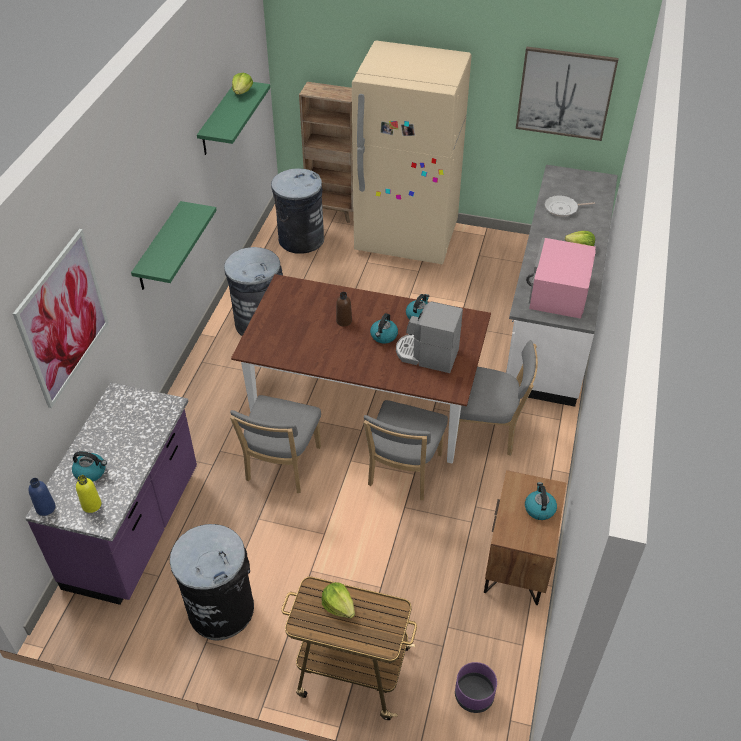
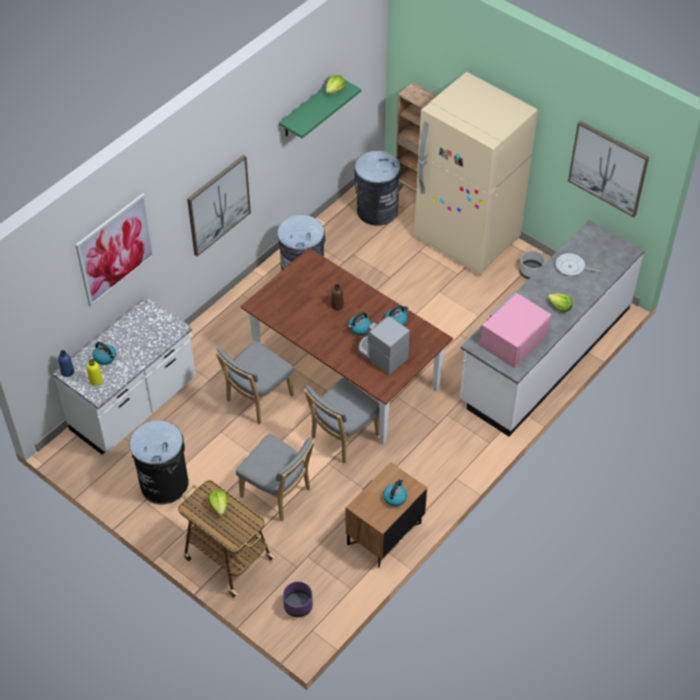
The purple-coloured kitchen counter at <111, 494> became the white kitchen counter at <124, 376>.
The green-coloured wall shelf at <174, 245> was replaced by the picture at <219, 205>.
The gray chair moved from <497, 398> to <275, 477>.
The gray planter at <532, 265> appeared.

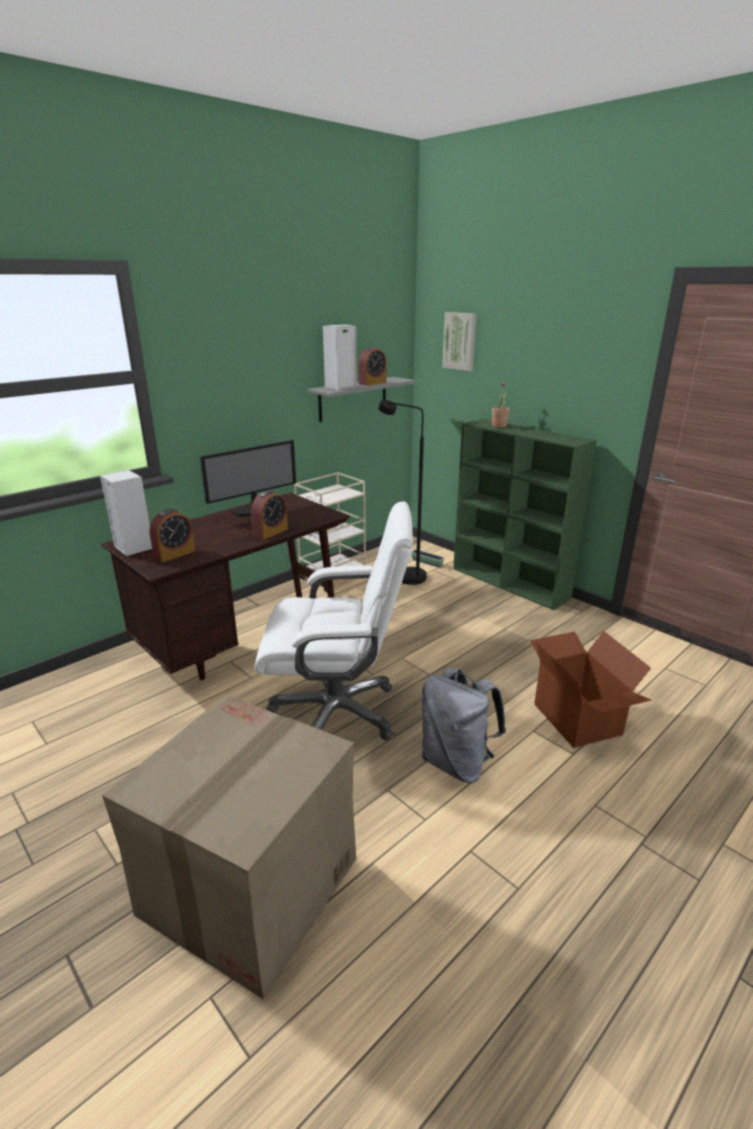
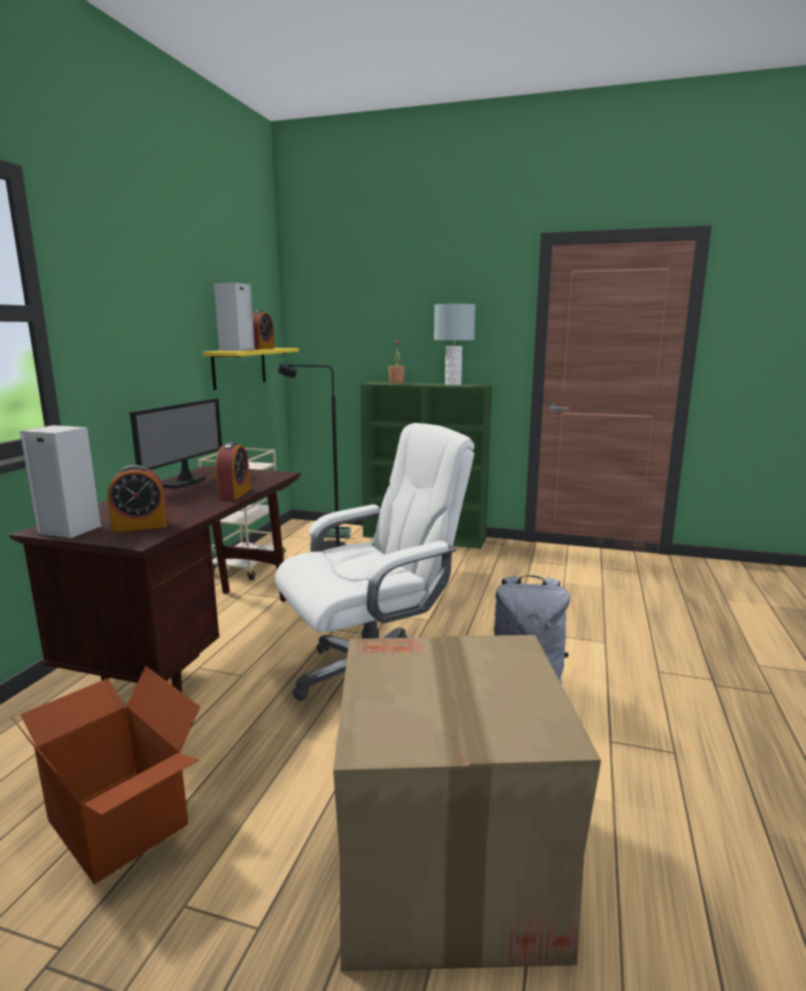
The cardboard box moved from <590, 689> to <105, 775>.
The bedside clock at <172, 536> turned 60 degrees clockwise.
The gray wall shelf at <362, 399> became the yellowish wall shelf at <250, 369>.
The gray table lamp at <454, 344> appeared.
The picture at <459, 341> disappeared.

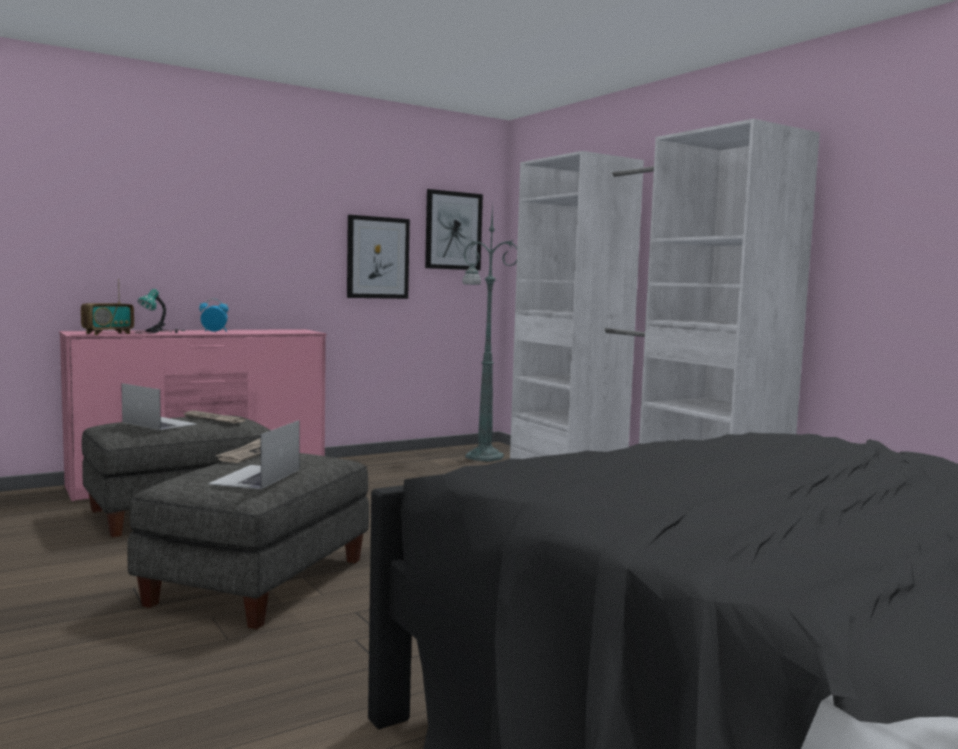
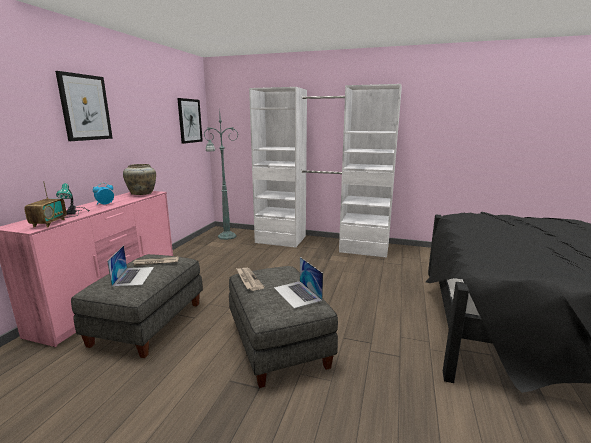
The picture moved from <378, 257> to <84, 106>.
The portable computer at <159, 406> turned 90 degrees clockwise.
The sand-coloured vase at <139, 179> appeared.

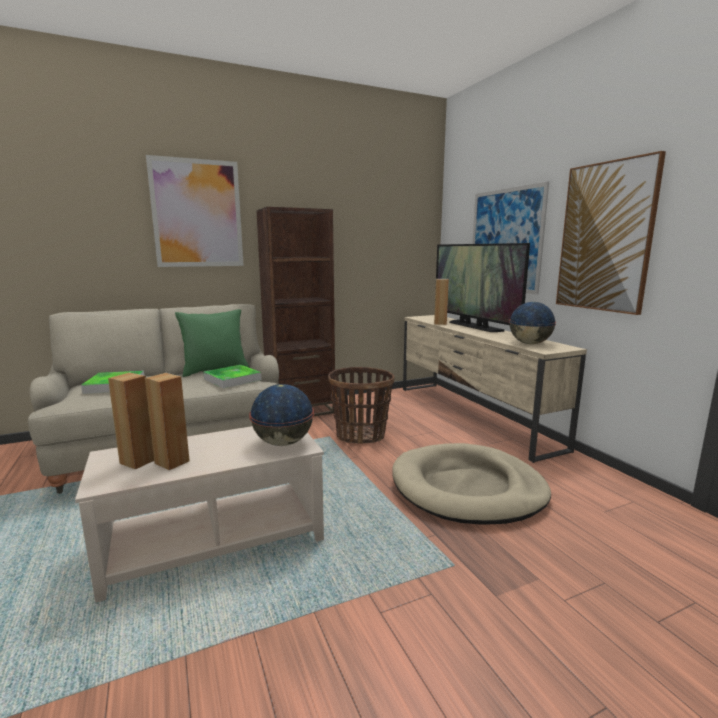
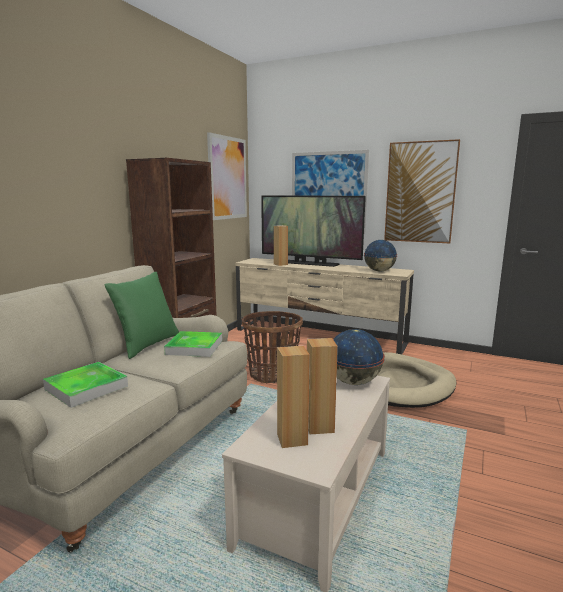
The picture moved from <195, 211> to <227, 176>.

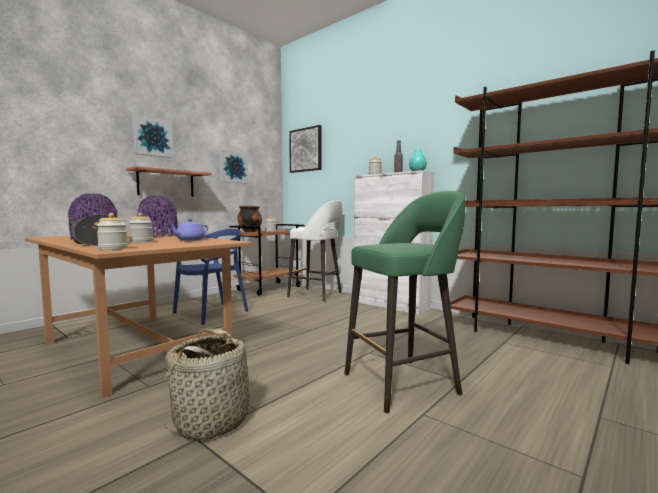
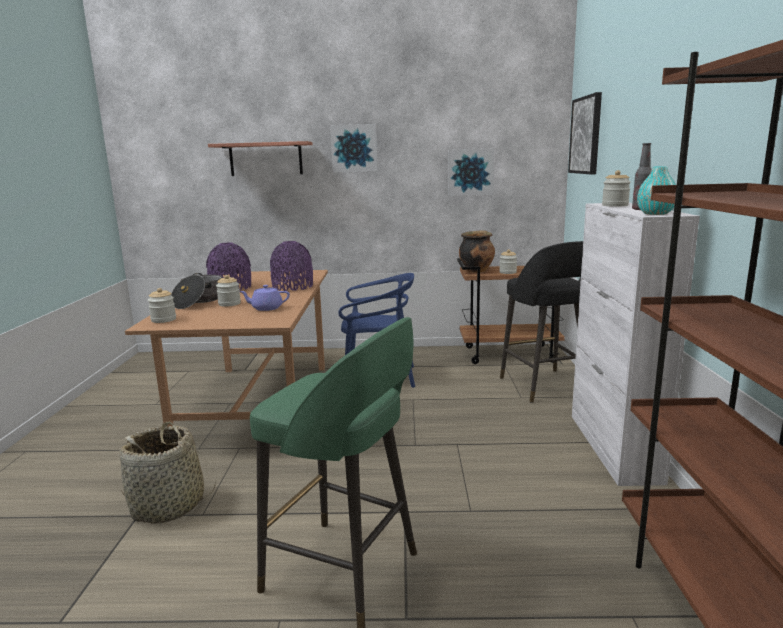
The wall shelf moved from <169, 181> to <260, 158>.
The white stool at <314, 251> became the black stool at <541, 322>.

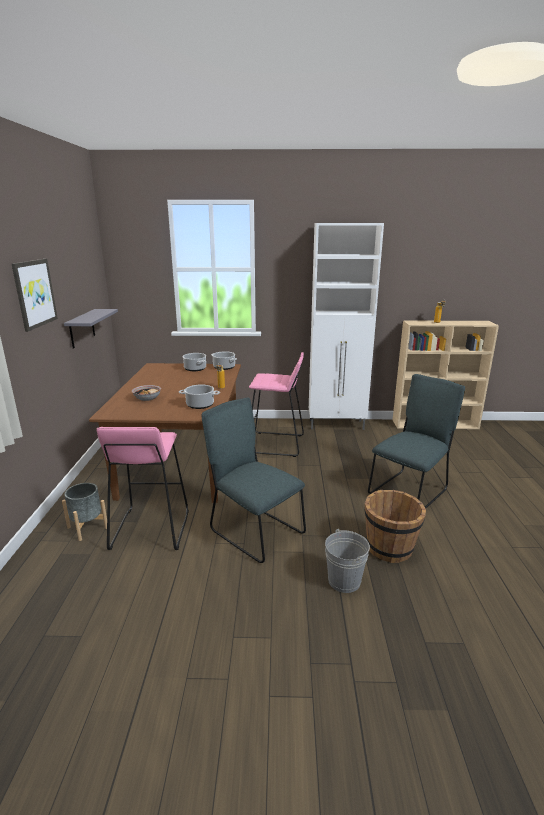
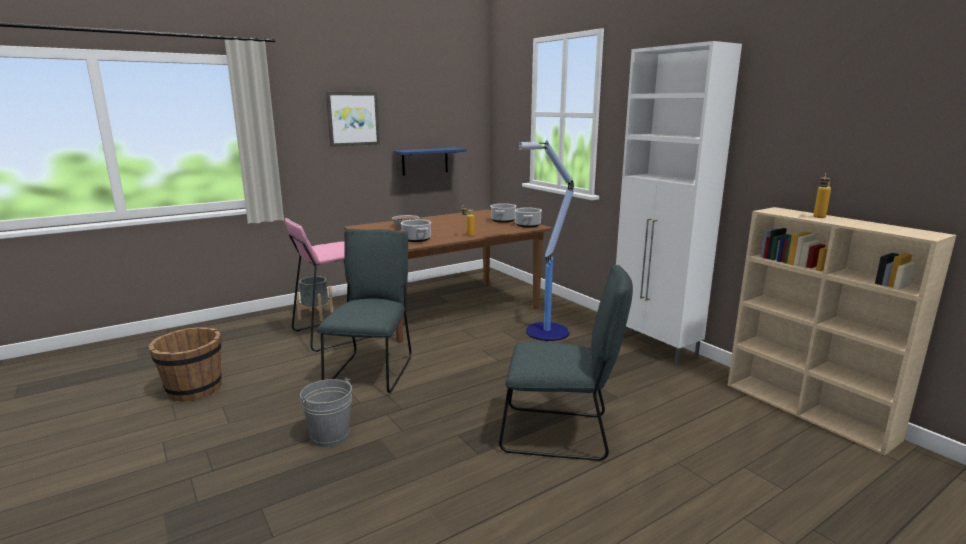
The brown bucket moved from <395, 526> to <185, 364>.
The gray wall shelf at <91, 328> became the blue-coloured wall shelf at <430, 162>.
The pinkish stool at <276, 404> was replaced by the standard lamp at <546, 240>.

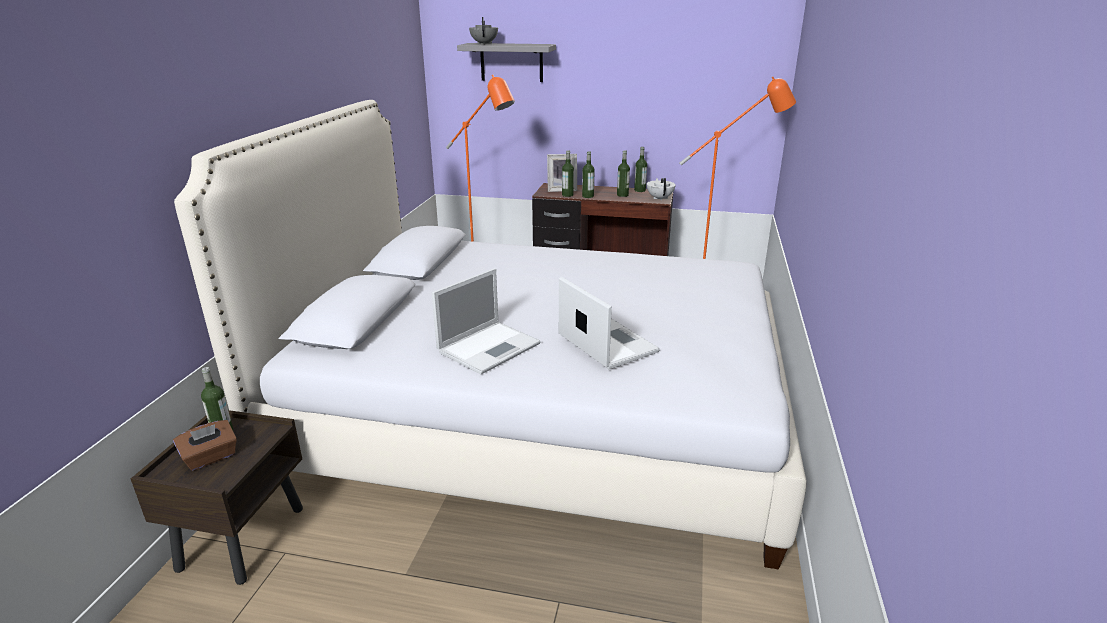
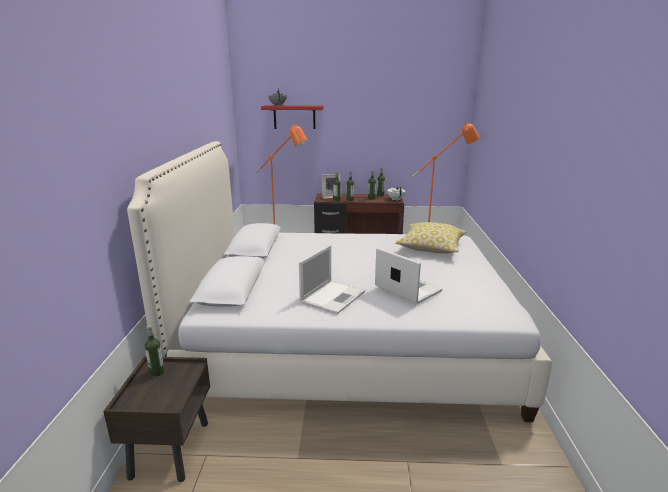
The gray wall shelf at <506, 62> became the reddish wall shelf at <292, 117>.
The pillow at <430, 238> appeared.
The brown tissue holder at <205, 445> disappeared.

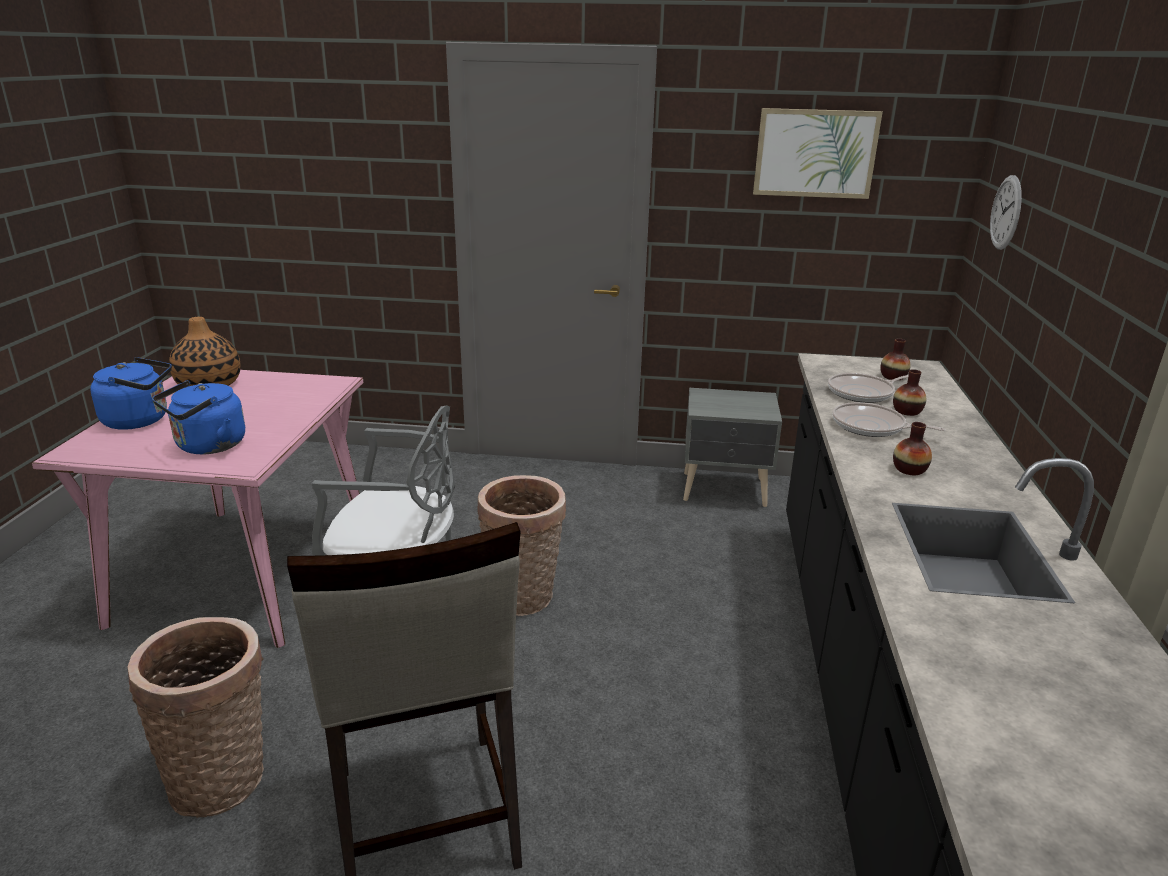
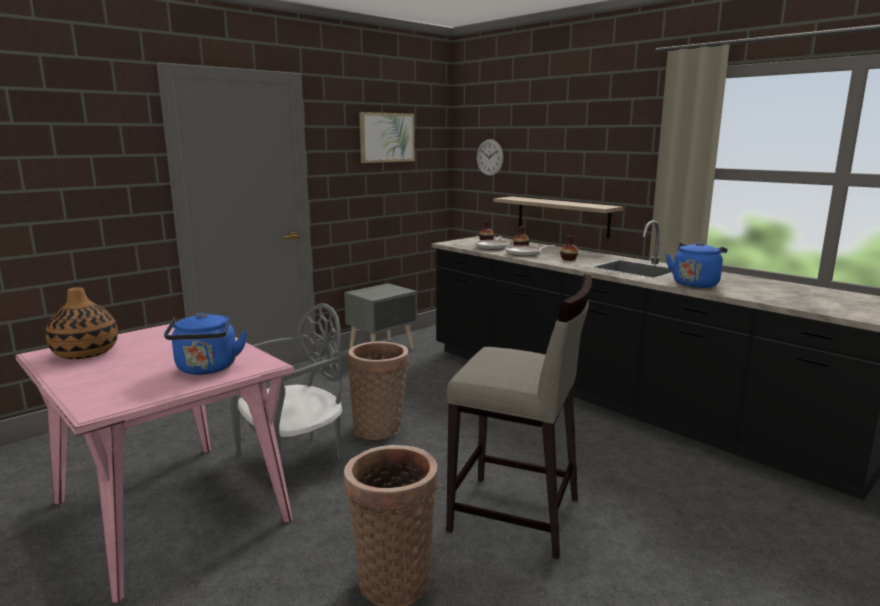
The wall shelf at <558, 218> appeared.
The blue-coloured kettle moved from <131, 393> to <696, 265>.

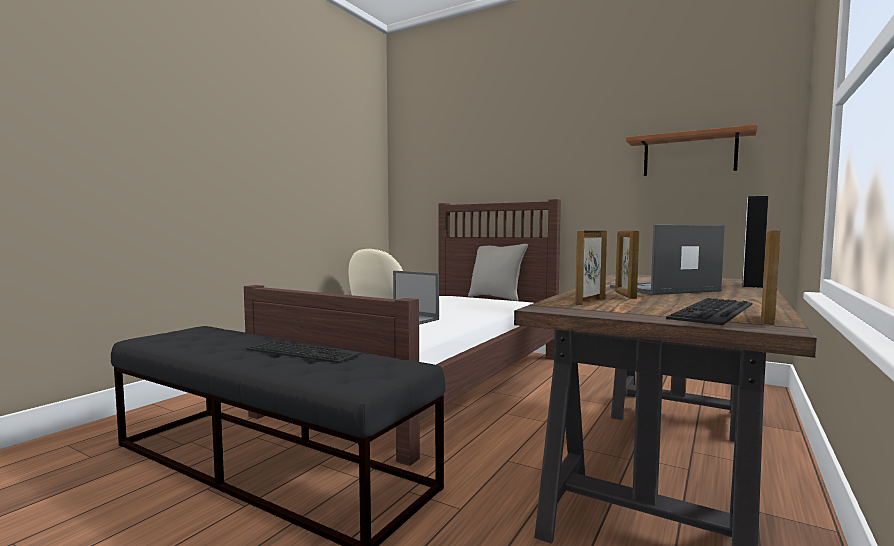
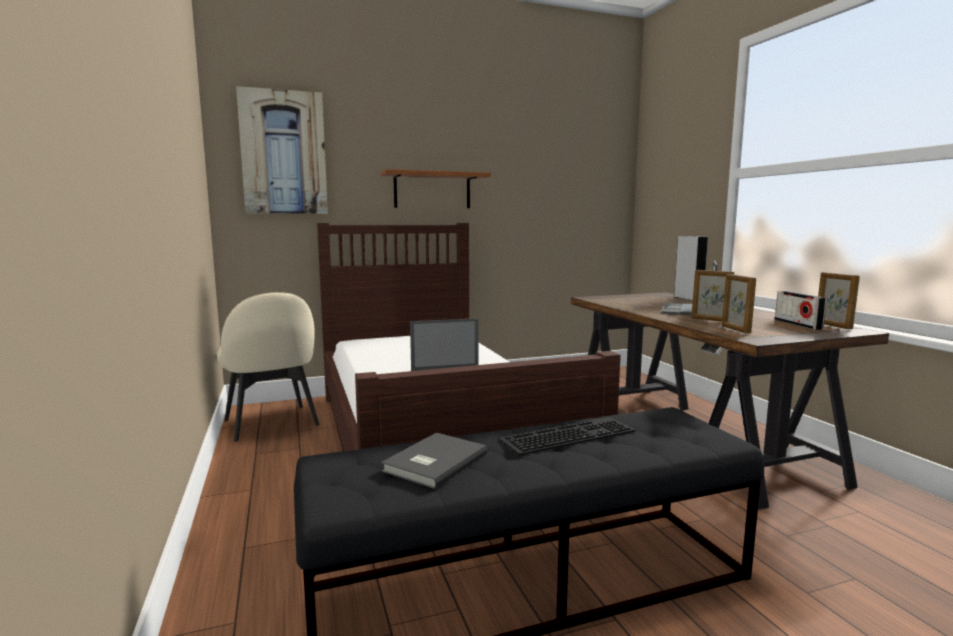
The picture at <282, 150> appeared.
The wall shelf moved from <692, 150> to <435, 188>.
The gray book at <434, 461> appeared.
The PC keyboard at <709, 311> was replaced by the radio set at <801, 310>.
The gray pillow at <498, 272> disappeared.

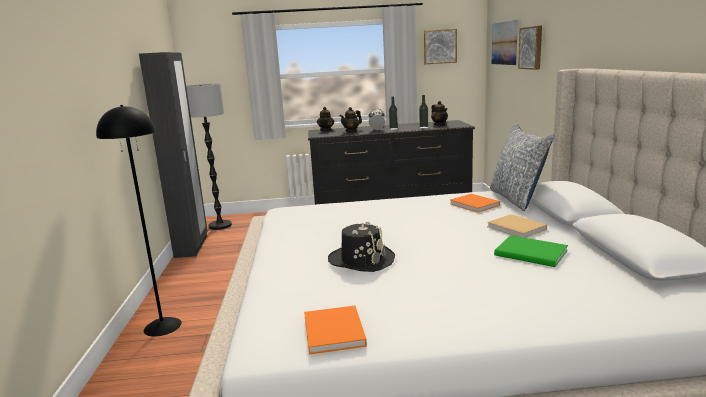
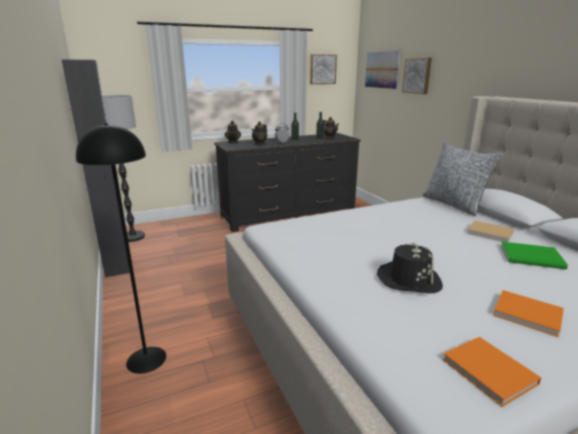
The orange book moved from <475, 203> to <528, 313>.

